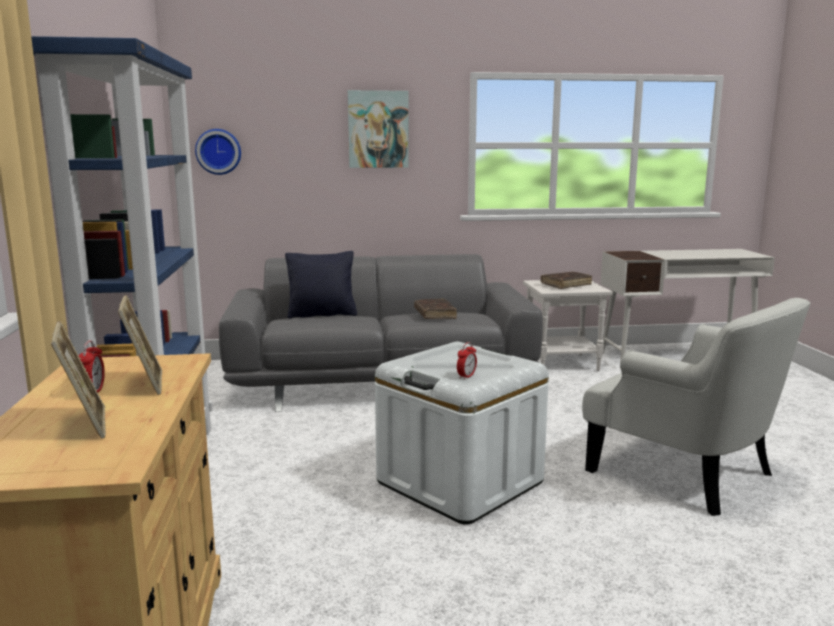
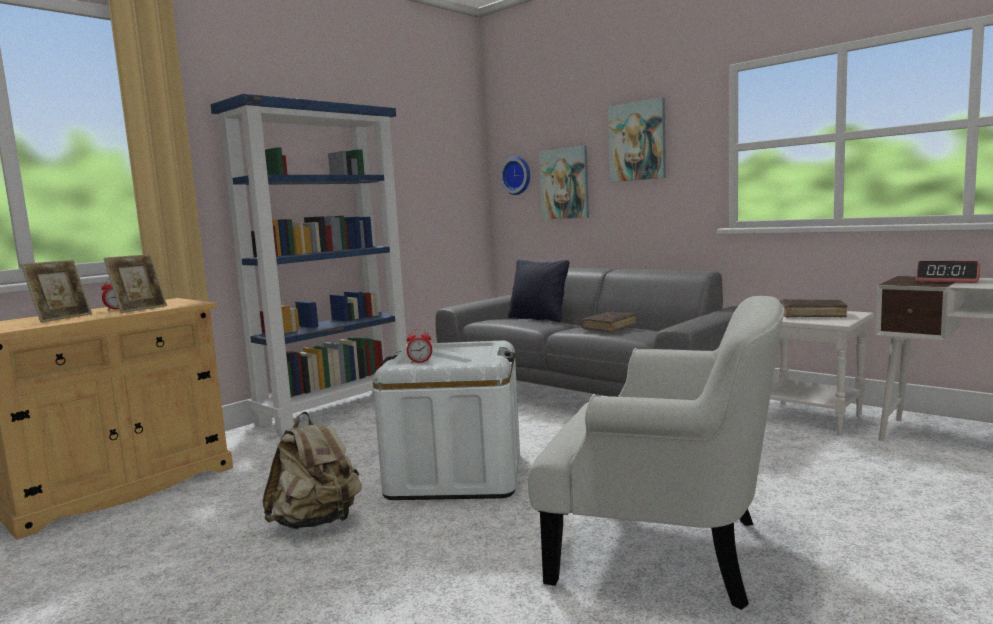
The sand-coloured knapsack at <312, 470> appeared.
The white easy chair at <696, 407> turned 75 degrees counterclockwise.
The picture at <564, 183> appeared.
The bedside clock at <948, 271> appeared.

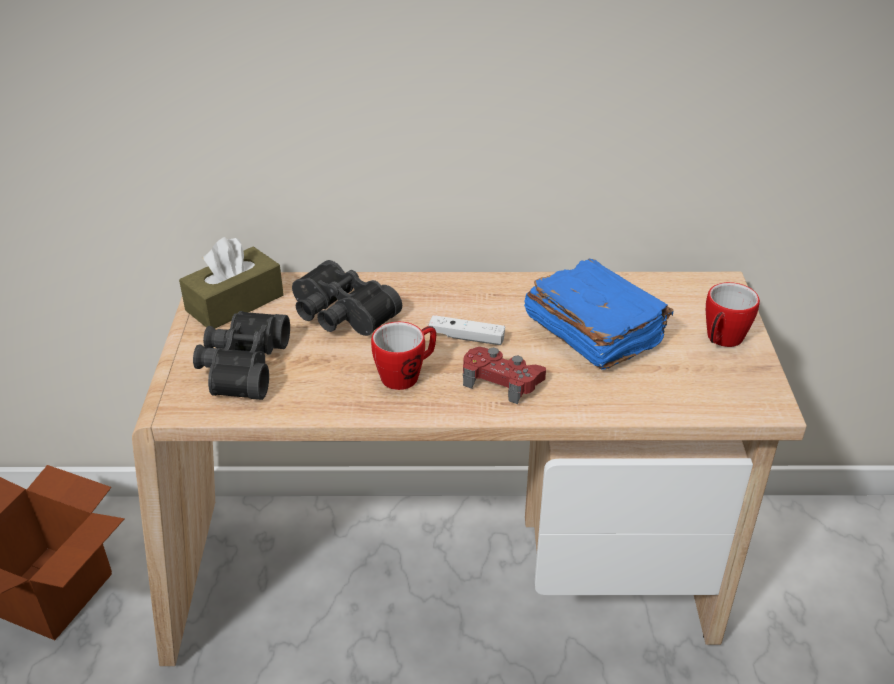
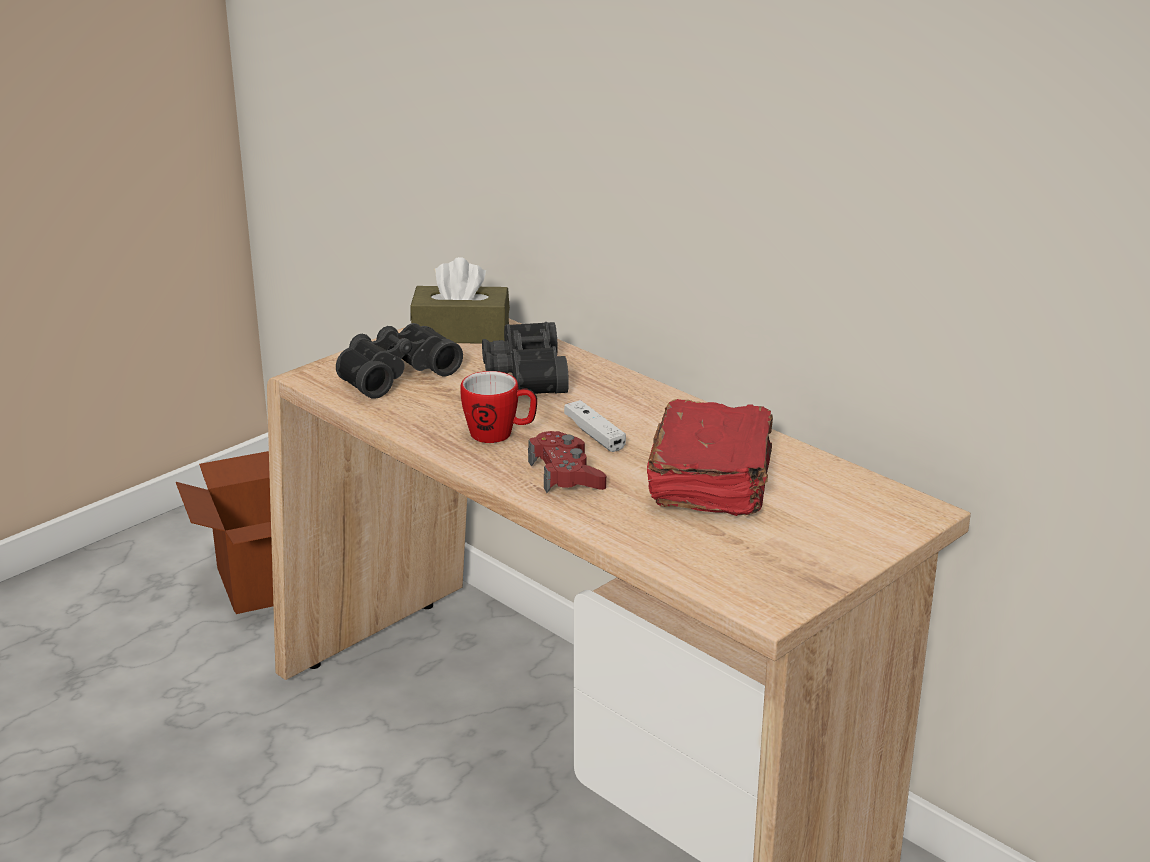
The blue-coloured book at <599, 314> became the reddish book at <710, 457>.
The mug at <733, 314> disappeared.

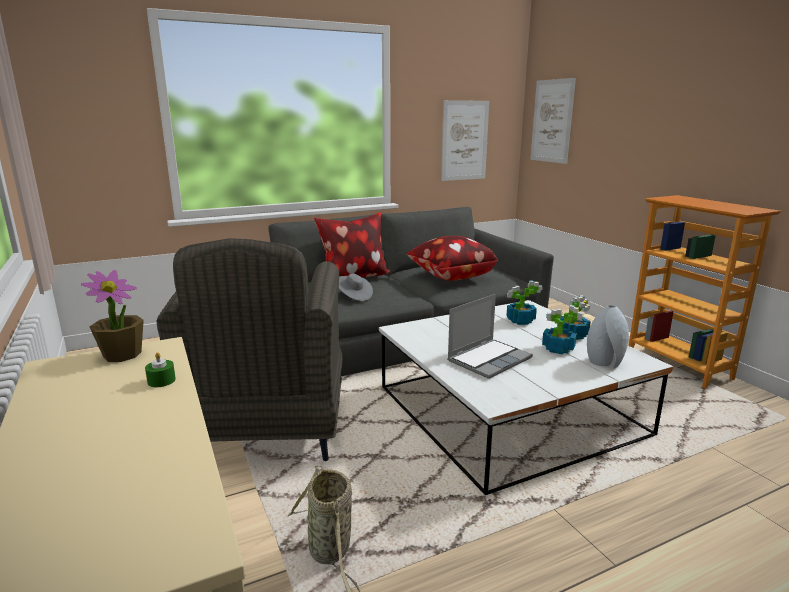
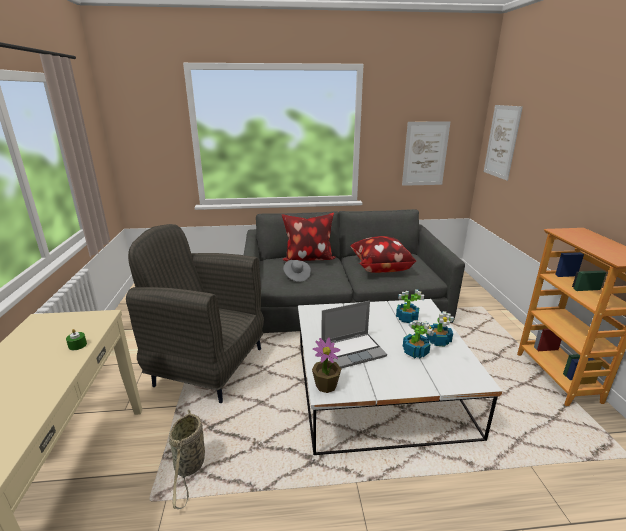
The gray easy chair at <249, 349> turned 90 degrees clockwise.
The potted plant moved from <112, 316> to <326, 365>.
The gray vase at <608, 336> disappeared.

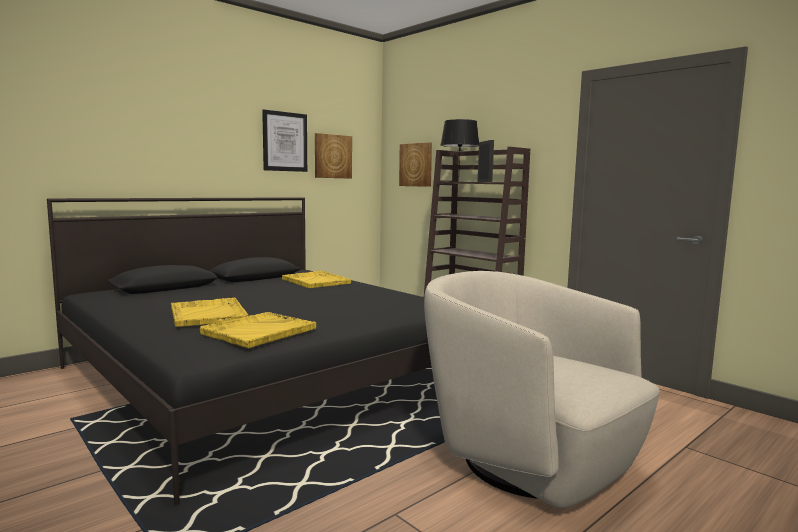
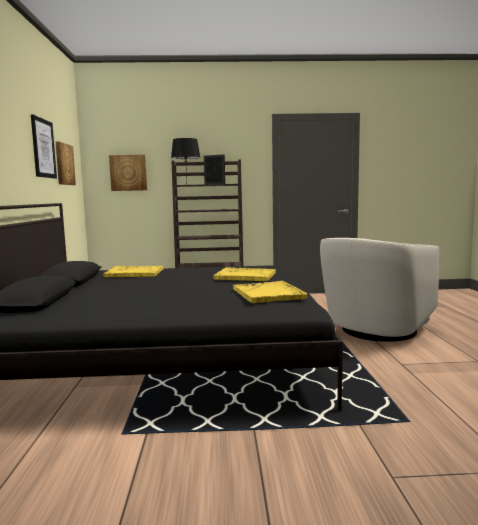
The yellowish tray moved from <210, 312> to <244, 274>.
The sand-coloured easy chair at <542, 389> turned 45 degrees counterclockwise.

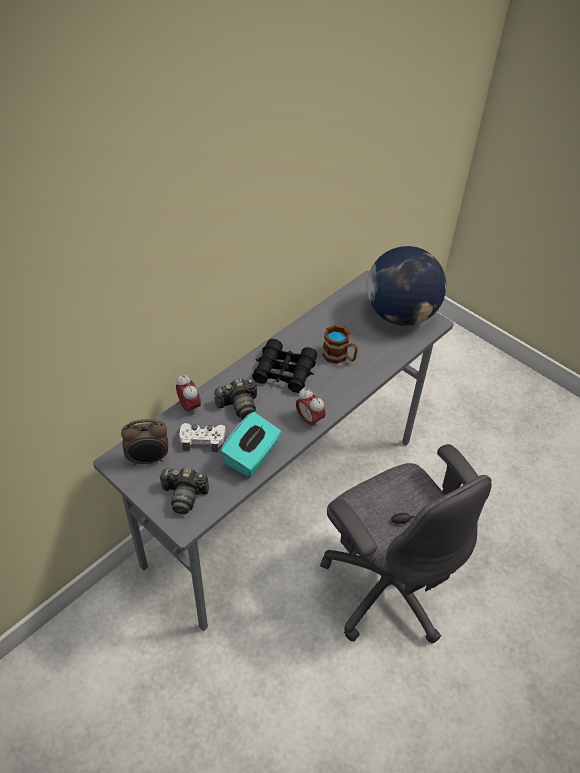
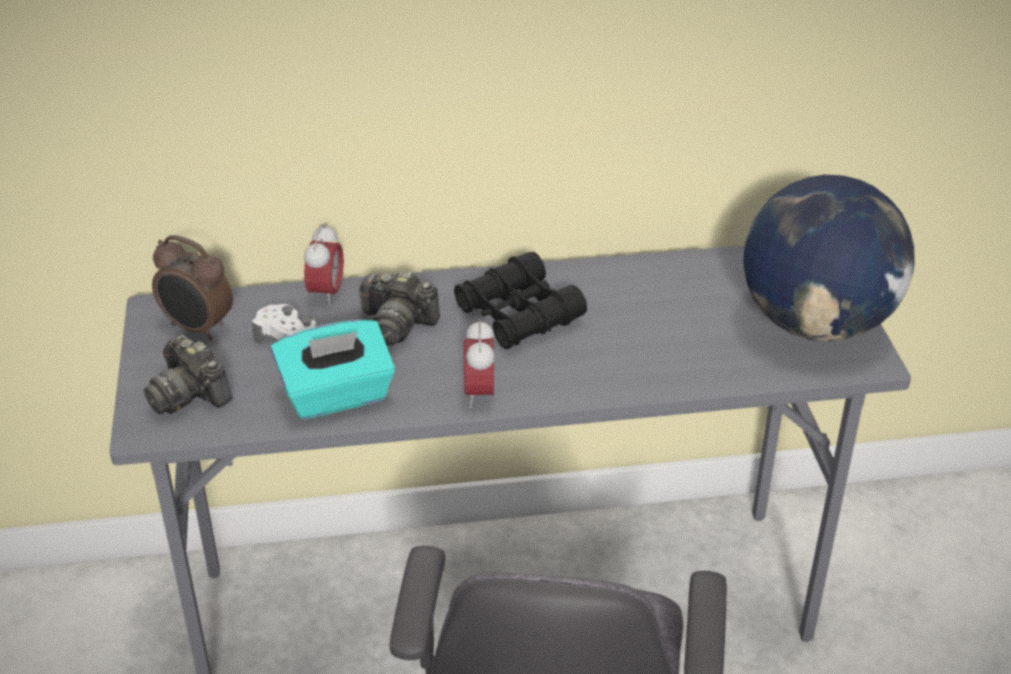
The mug at <340, 344> disappeared.

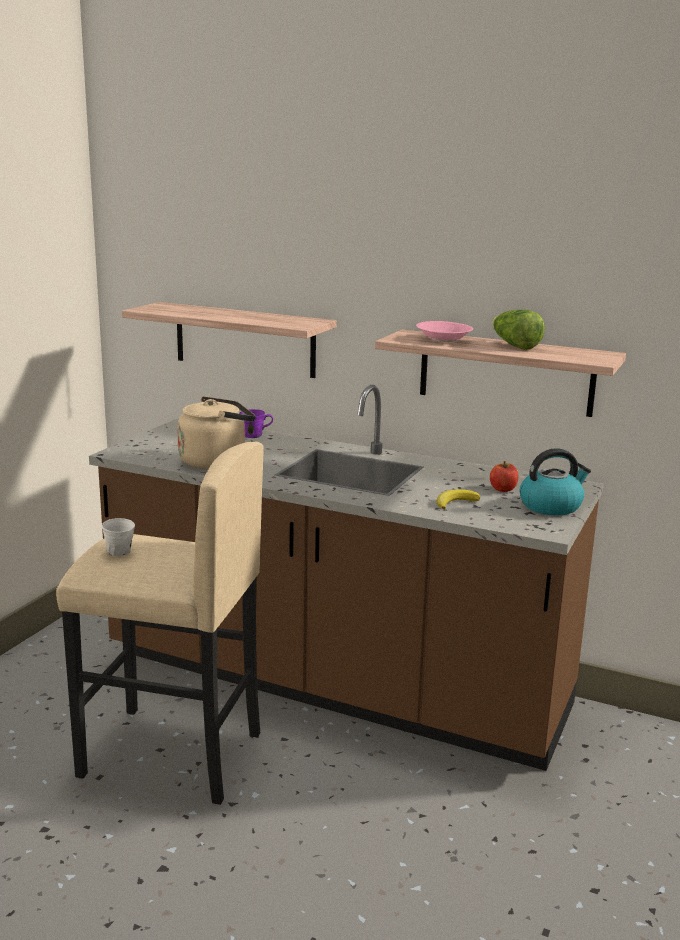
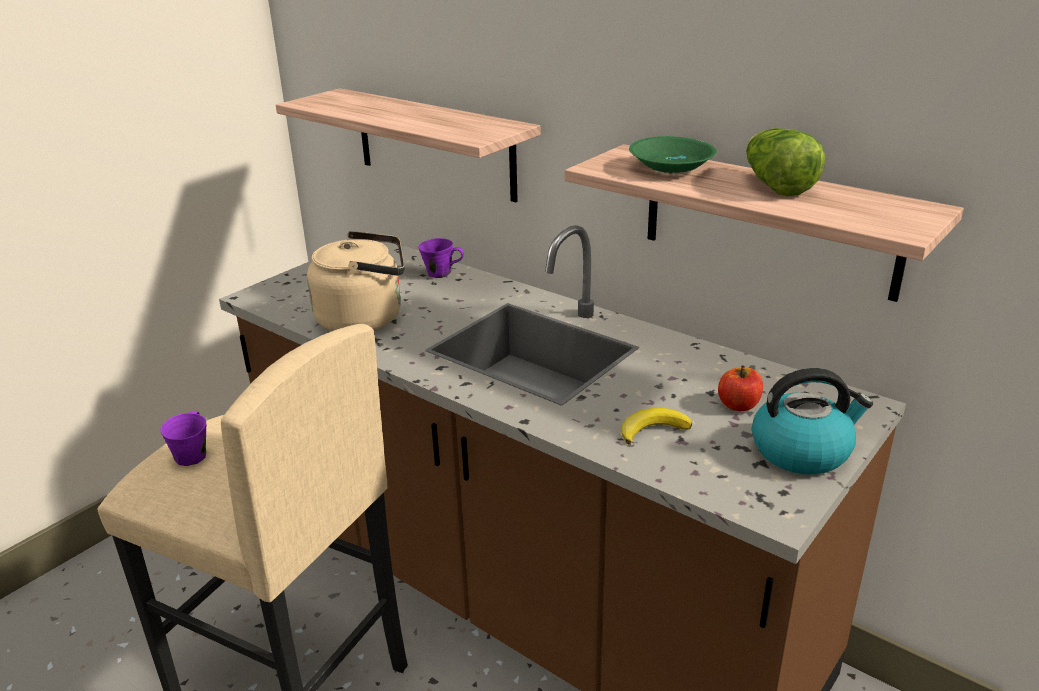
The white mug at <118, 537> became the purple-coloured mug at <183, 438>.
The pinkish bowl at <444, 331> became the green-coloured bowl at <673, 155>.

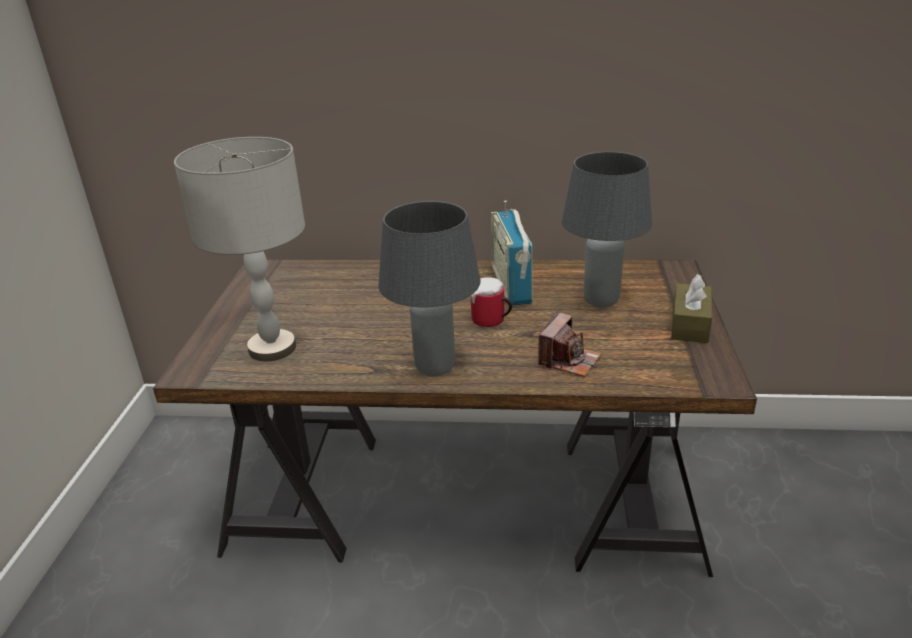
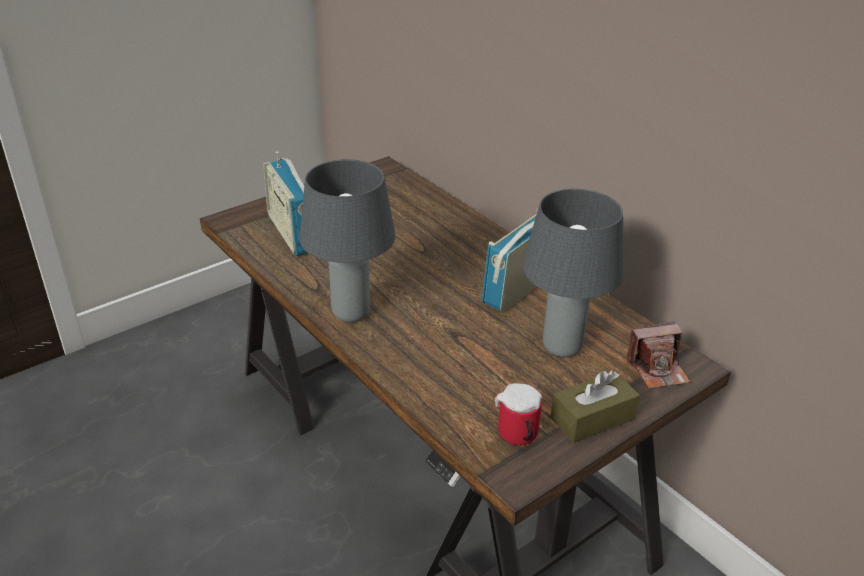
The gray table lamp at <239, 249> was replaced by the radio set at <285, 203>.
The mug moved from <491, 302> to <518, 414>.
The photo camera moved from <569, 345> to <658, 355>.

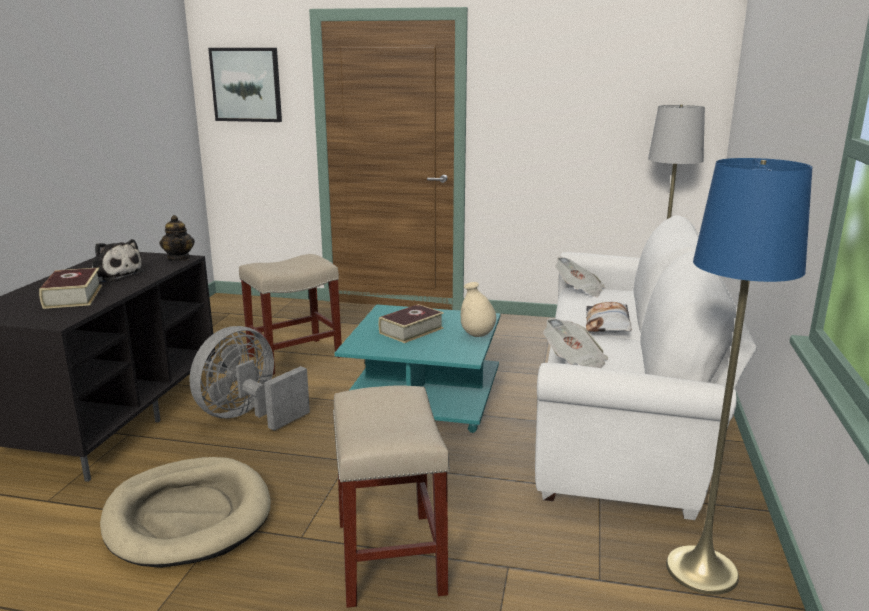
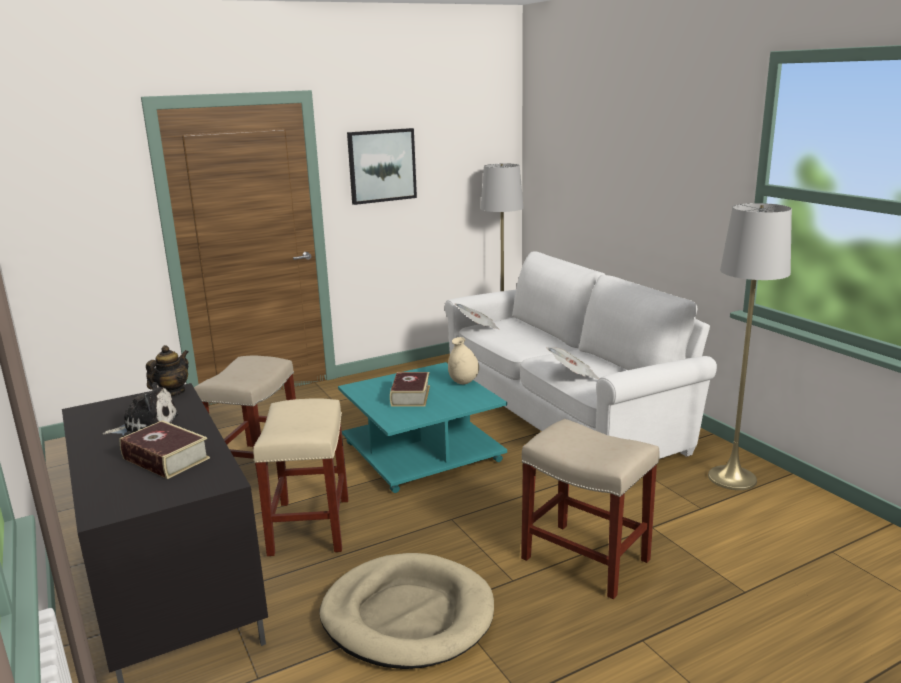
The tea pot at <177, 238> turned 90 degrees counterclockwise.
The gray fan at <249, 378> was replaced by the sand-coloured stool at <301, 477>.
The picture moved from <245, 85> to <382, 166>.
The blue-coloured standard lamp at <739, 376> became the gray standard lamp at <750, 346>.
The pillow at <609, 317> disappeared.

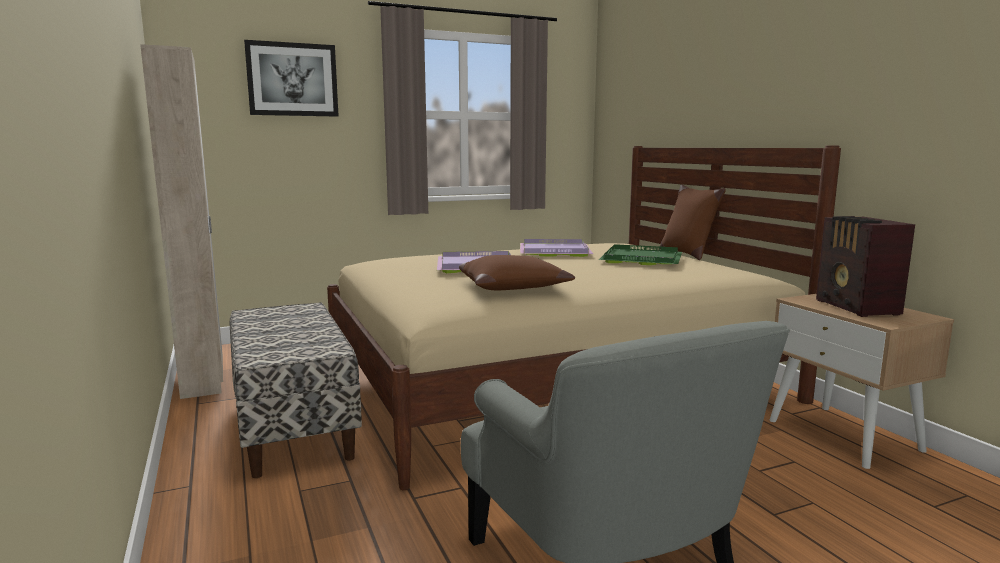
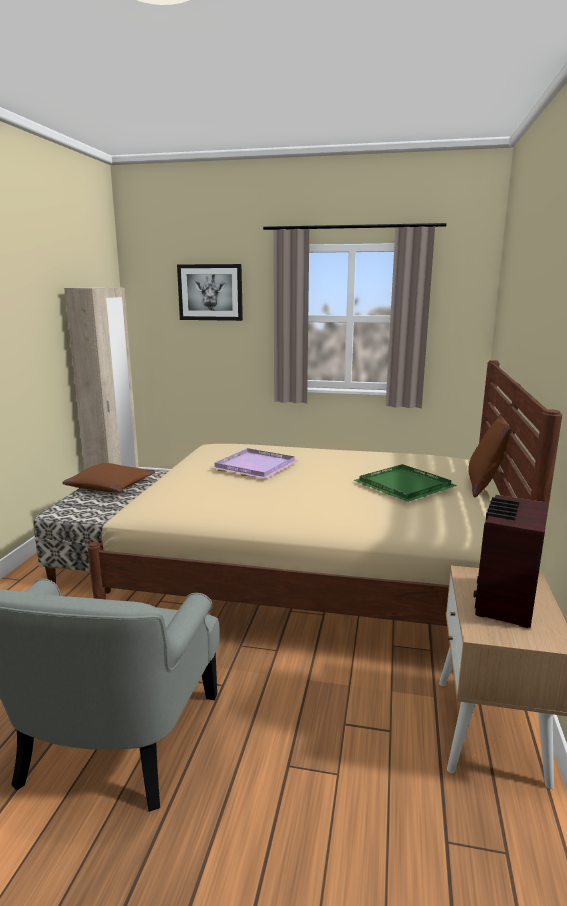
The brown pillow moved from <517, 272> to <108, 477>.
The purple-coloured tray at <556, 248> disappeared.

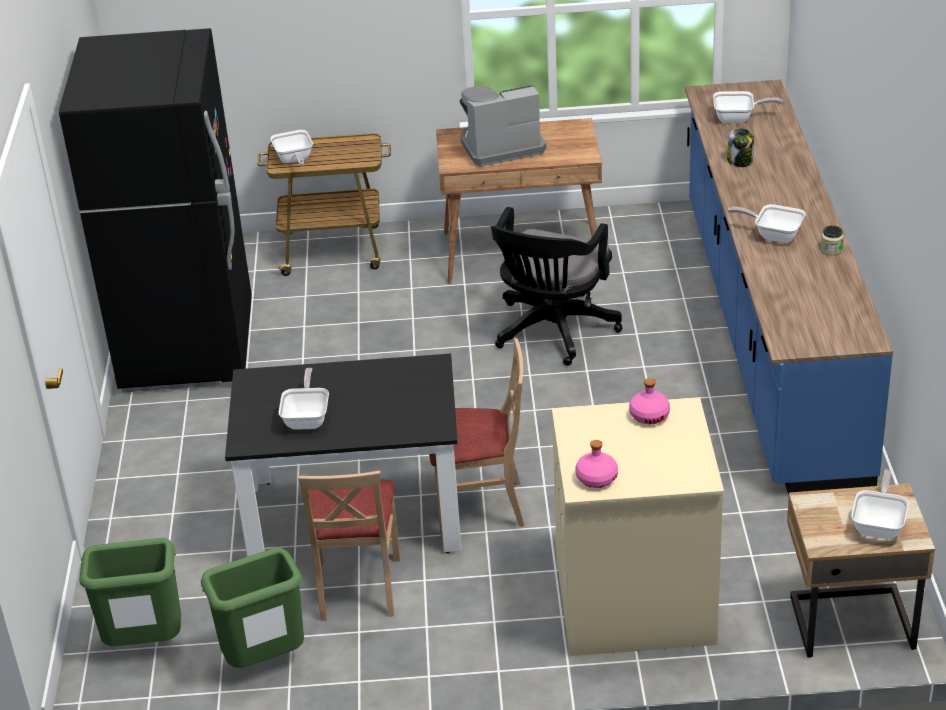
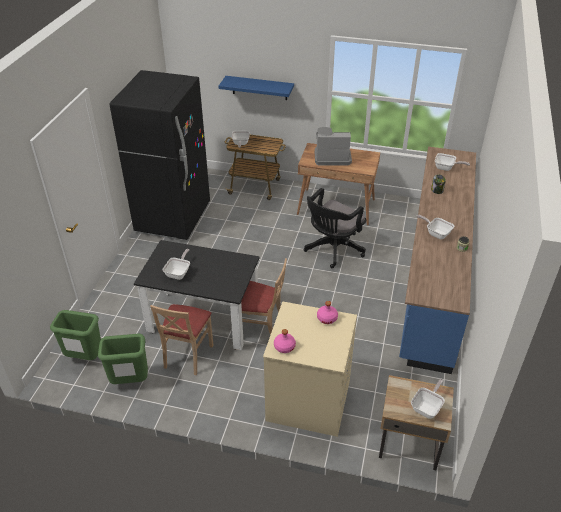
The blue-coloured wall shelf at <256, 88> appeared.

